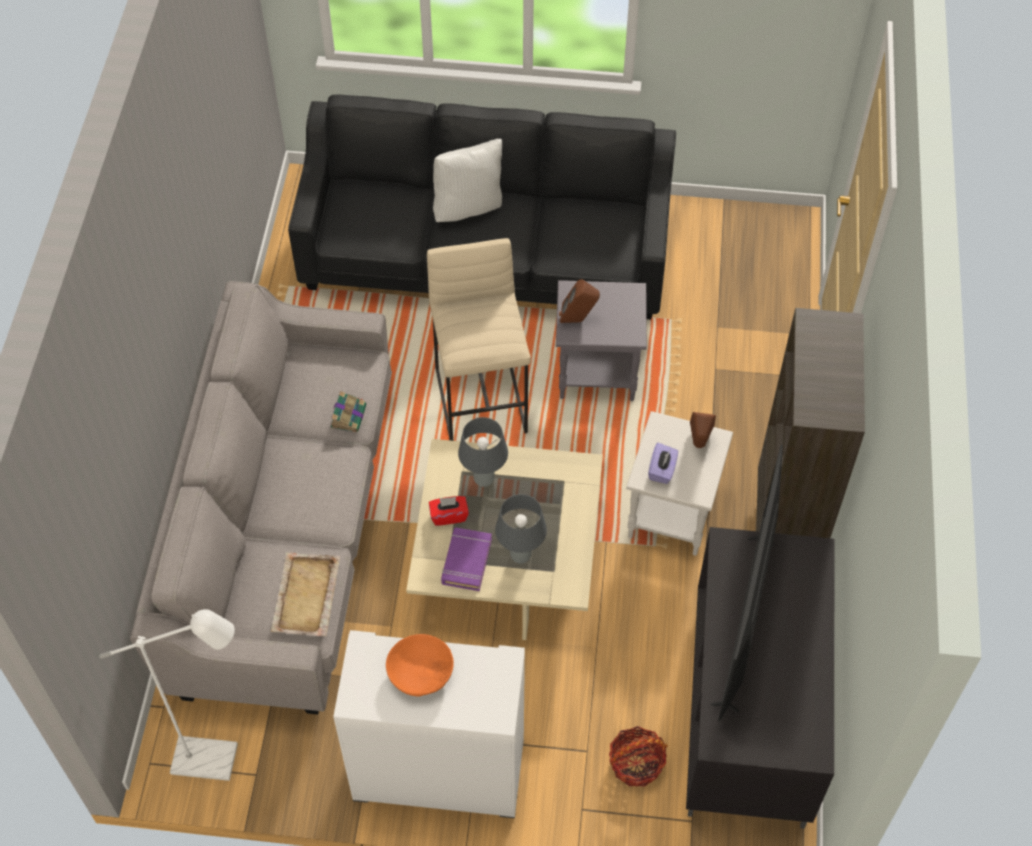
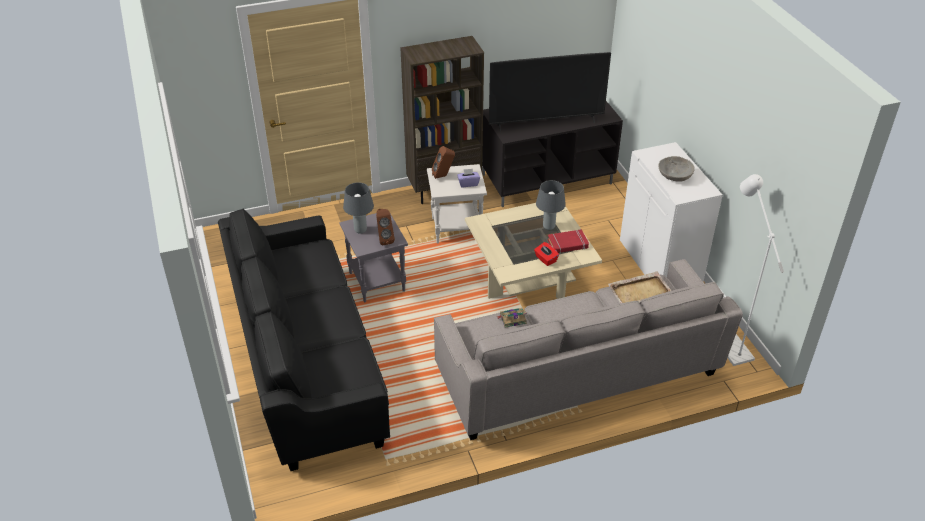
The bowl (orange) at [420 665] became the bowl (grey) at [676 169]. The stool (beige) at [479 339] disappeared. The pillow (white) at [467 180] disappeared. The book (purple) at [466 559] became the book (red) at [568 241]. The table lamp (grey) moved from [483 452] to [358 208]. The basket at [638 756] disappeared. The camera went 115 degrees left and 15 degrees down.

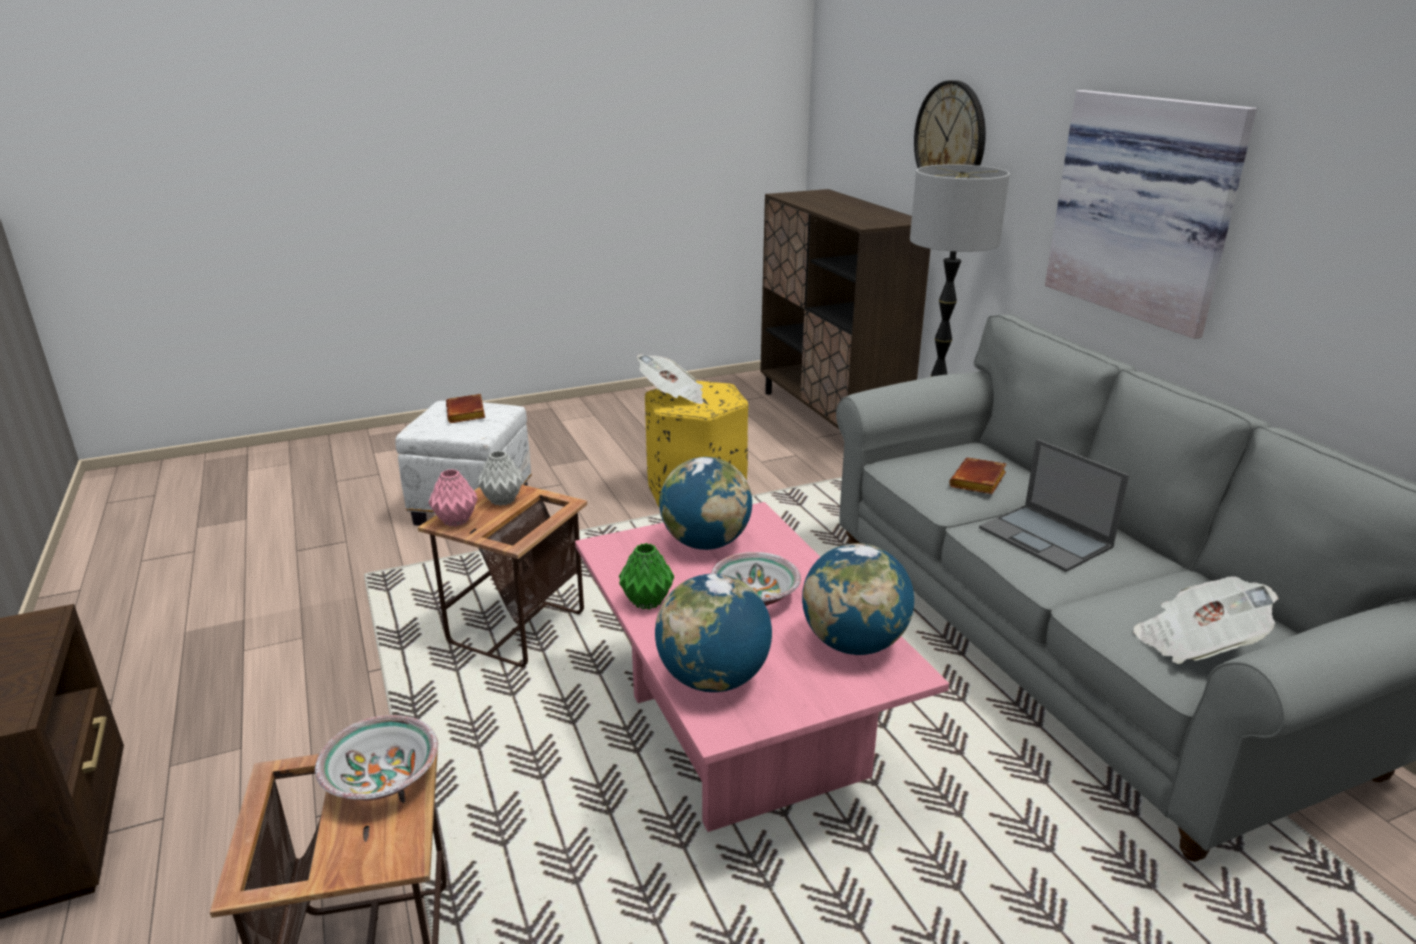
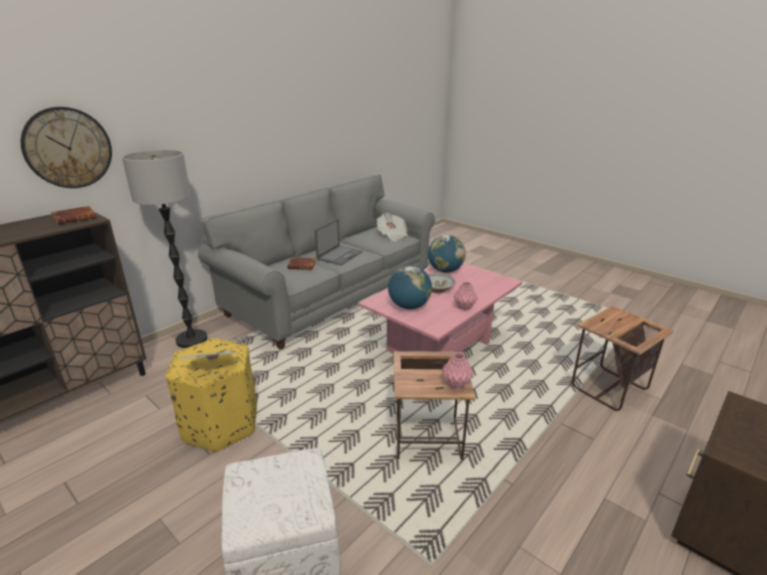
The bowl at [376 757] disappeared. The book (brown) moved from [465 408] to [73 215]. The vase (grey) at [500 478] disappeared. The vase (green) at [646 576] became the vase (pink) at [466 296]. The globe at [713 633] disappeared. The picture at [1151 214] disappeared. The camera went 115 degrees left and 0 degrees up.

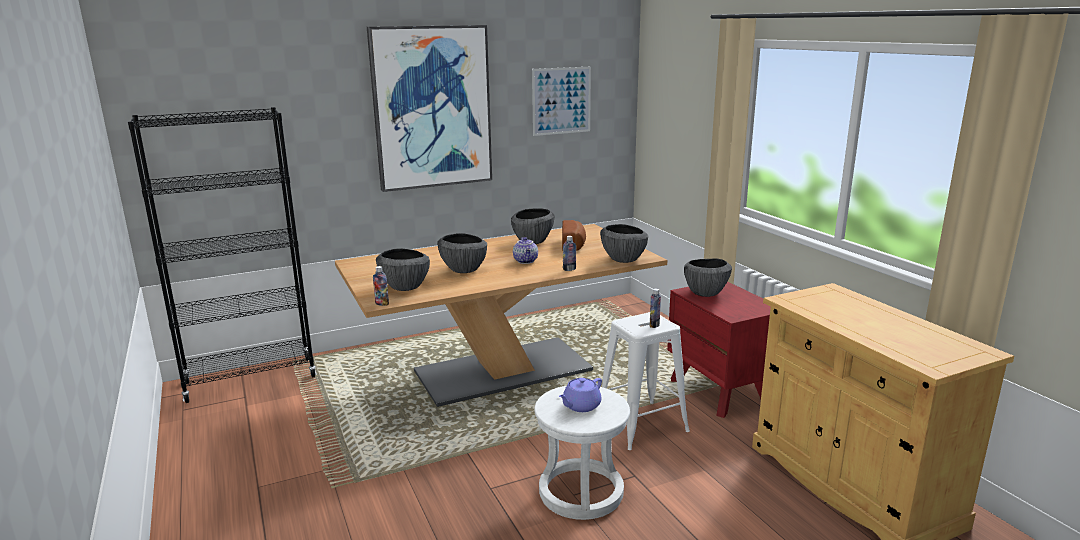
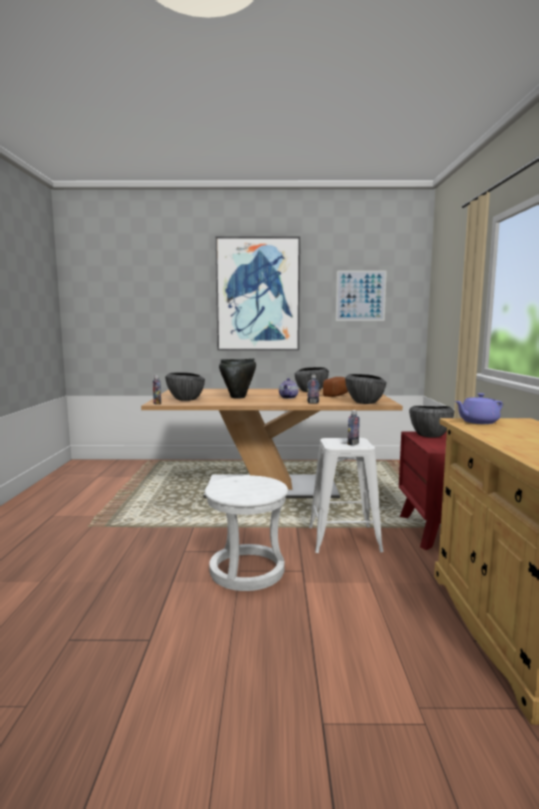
The bookcase (black) at [222 255] disappeared. The bowl at [462 253] was replaced by the cooking pot (black) at [237 378]. The teapot (purple) moved from [580 395] to [479 408]. The camera went 25 degrees right and 10 degrees down.

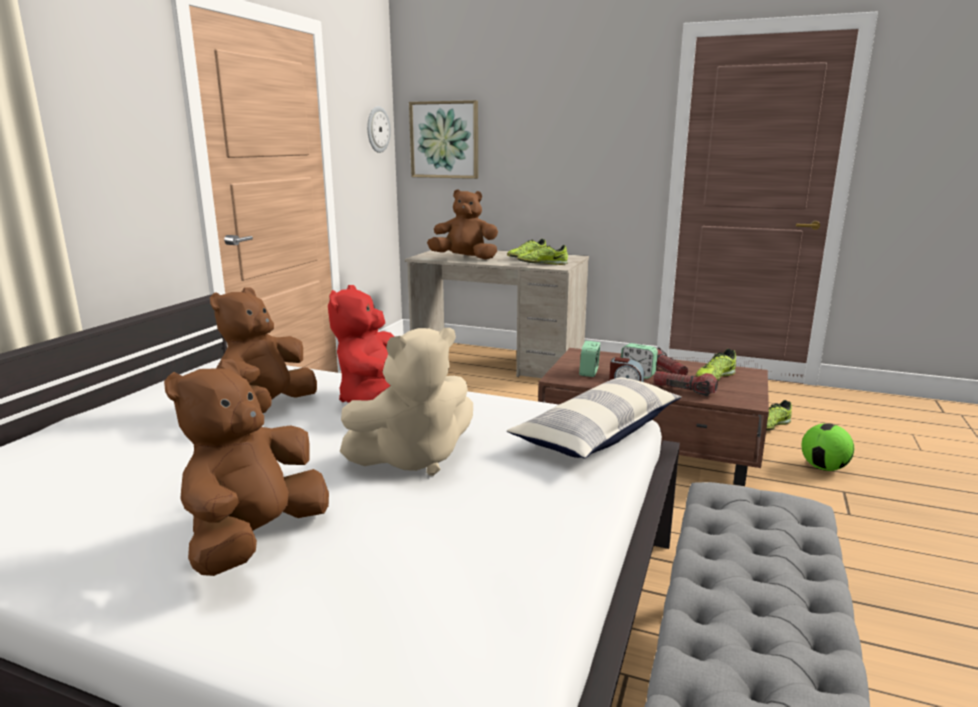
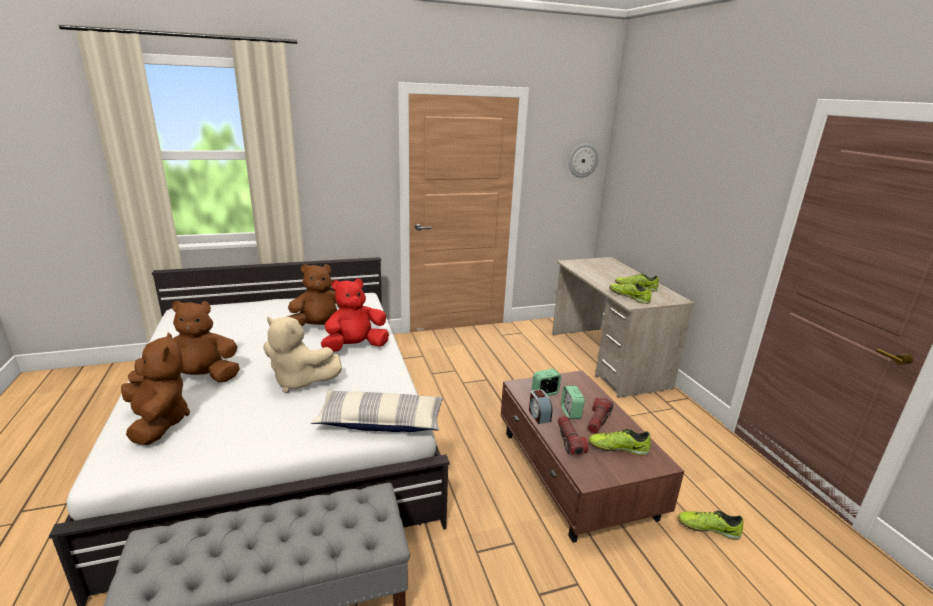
The picture at [443 139] disappeared. The plush toy (brown) moved from [462 224] to [155 388]. The football at [827 447] disappeared. The camera went 50 degrees right and 5 degrees up.

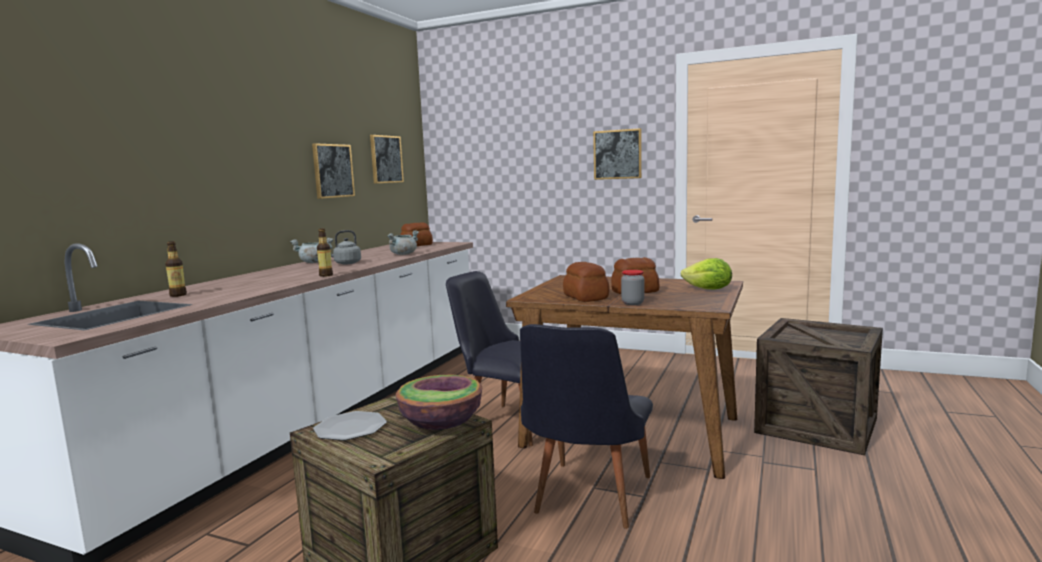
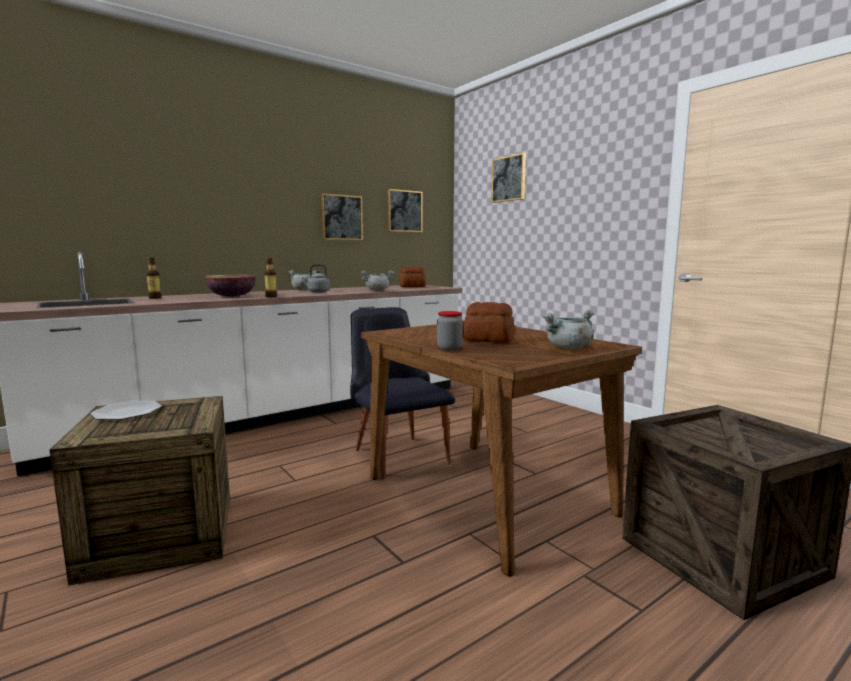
The bowl moved from [439 402] to [230 285]. The chair (black) at [586 426] disappeared. The bread at [586 282] disappeared. The picture moved from [617 154] to [508 178]. The lettuce at [706 273] was replaced by the cooking pot (grey) at [568 330]. The camera went 30 degrees right and 0 degrees up.

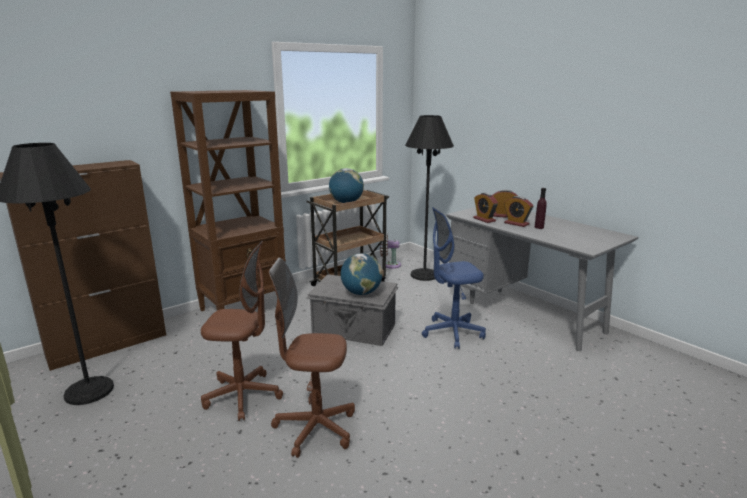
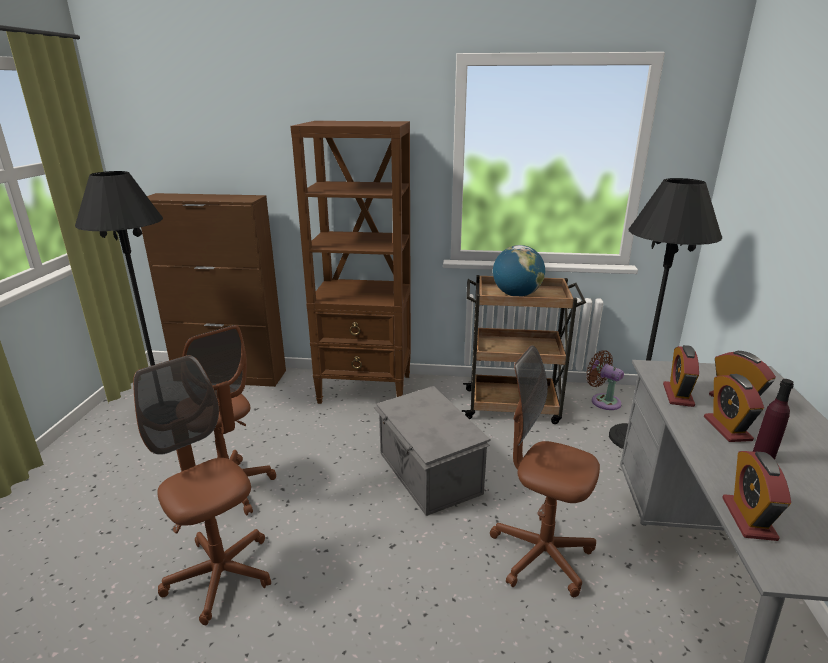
The globe at [361 274] disappeared. The office chair (blue) at [454 278] became the office chair (brown) at [545 471]. The alarm clock at [756 496] appeared. The camera went 45 degrees right and 5 degrees up.

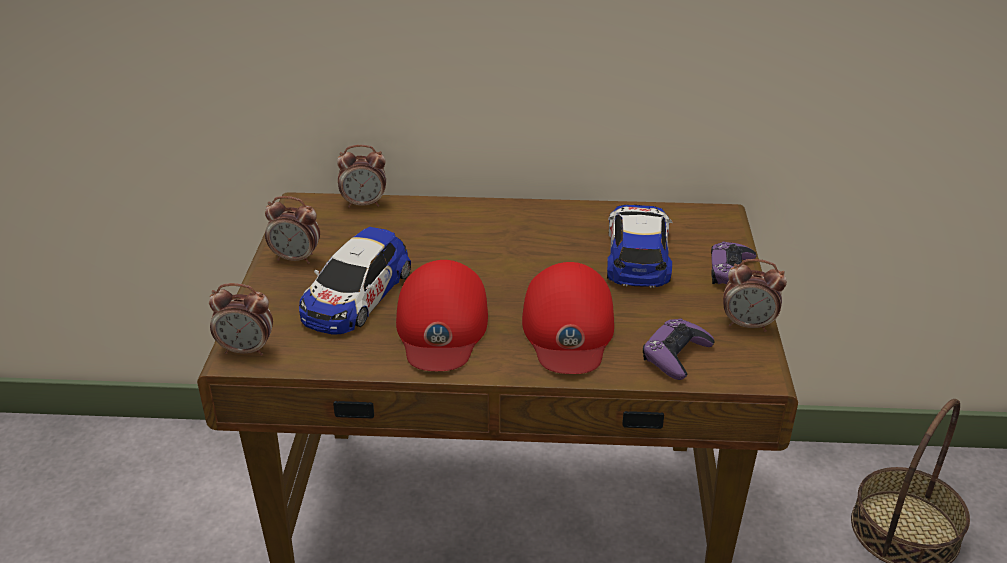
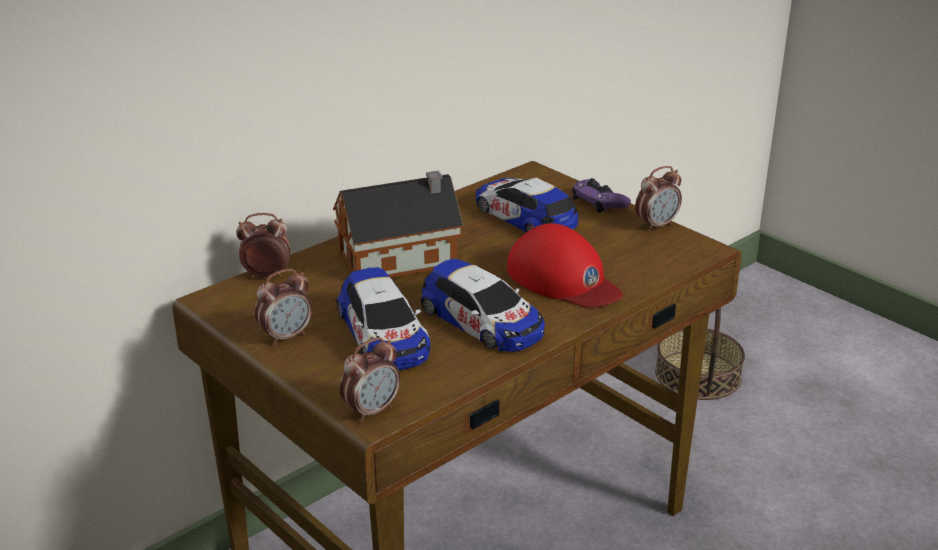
The alarm clock at [361 176] turned 135 degrees counterclockwise. The cap (red) at [442 315] was replaced by the toy car at [483 305]. The game controller (purple) at [679 349] disappeared. The toy house at [398 224] appeared. The camera went 45 degrees left and 5 degrees down.

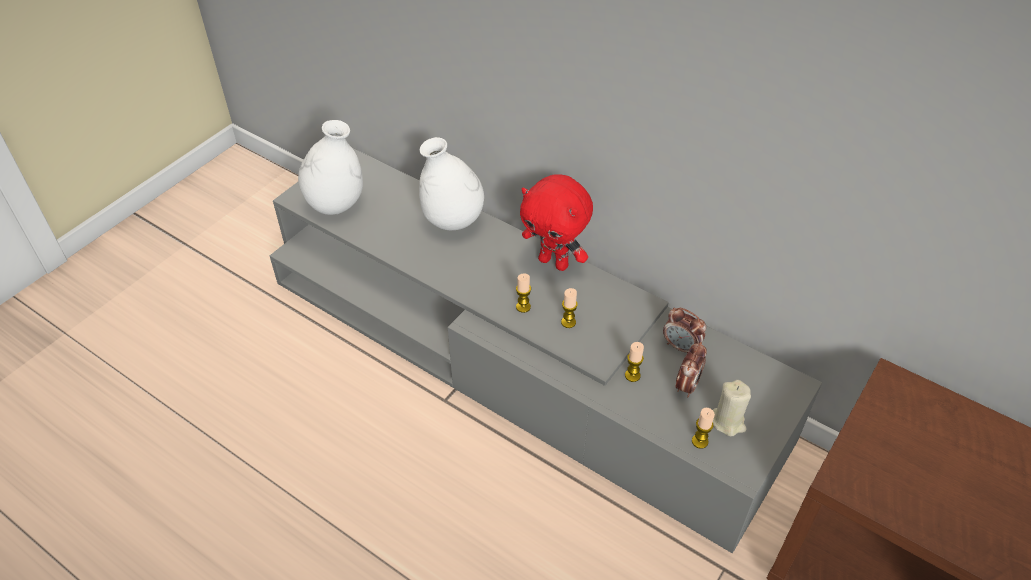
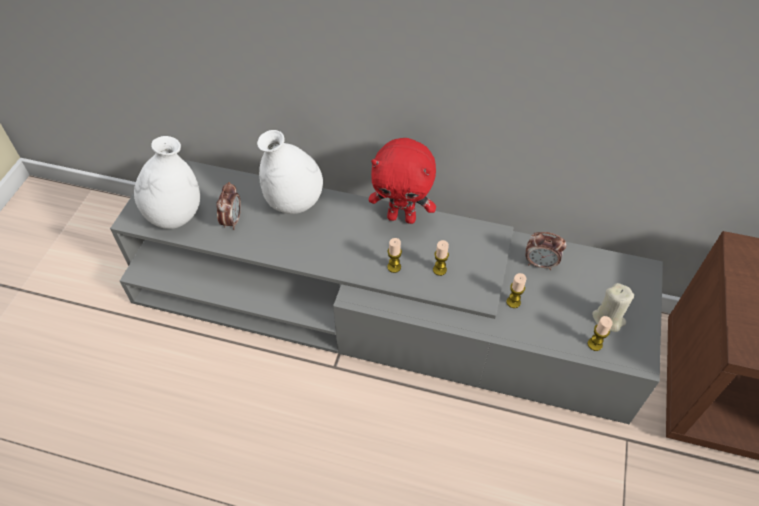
The alarm clock moved from [691 369] to [228 206]. The camera went 20 degrees left and 5 degrees up.

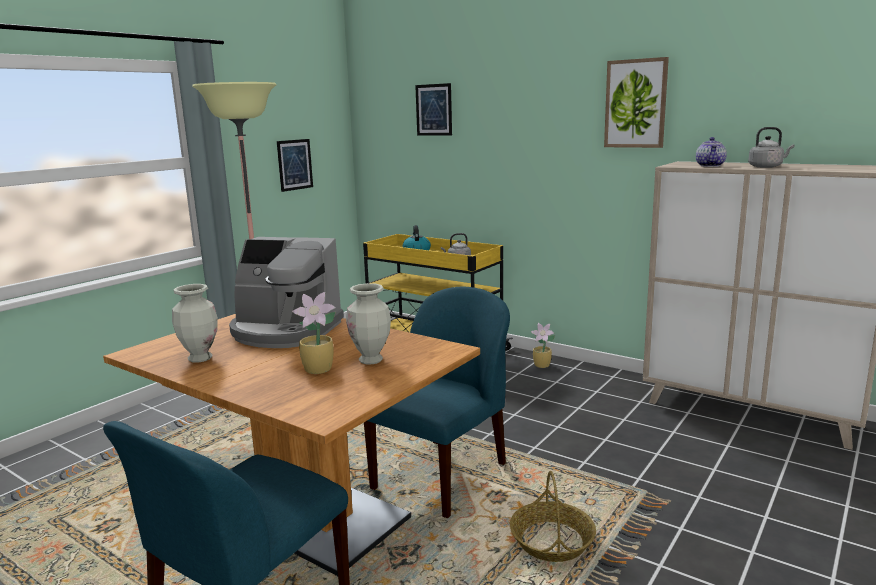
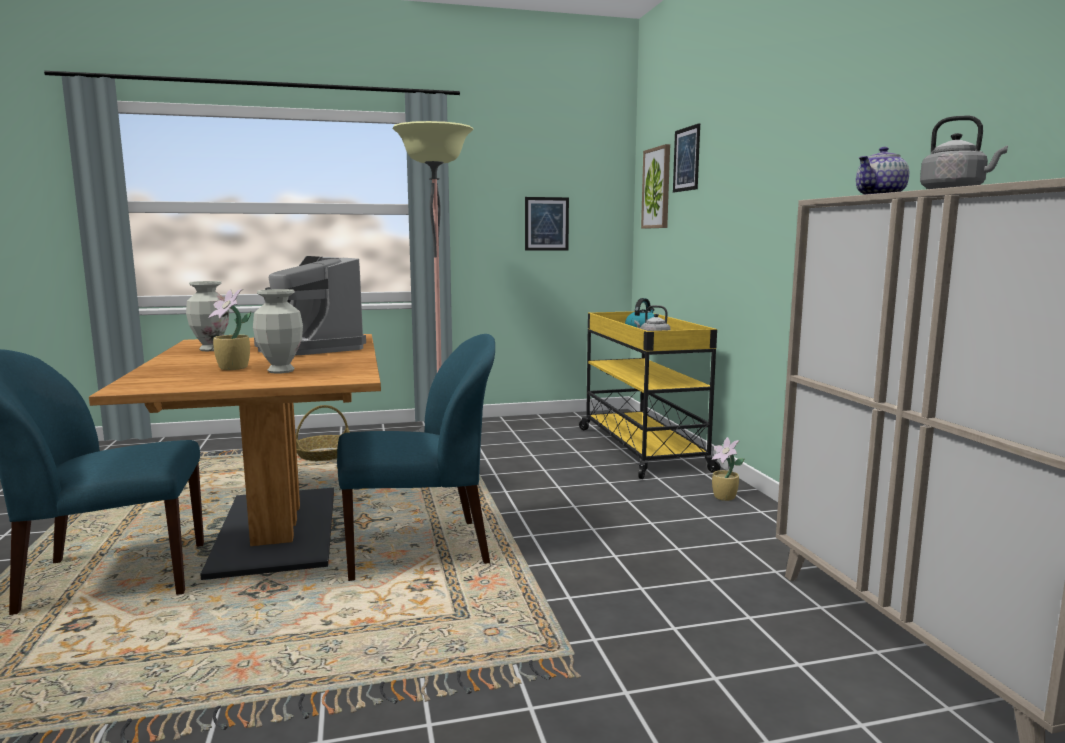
The basket moved from [553 516] to [323 433]. The picture moved from [636 102] to [655 186]. The camera went 40 degrees right and 5 degrees down.

